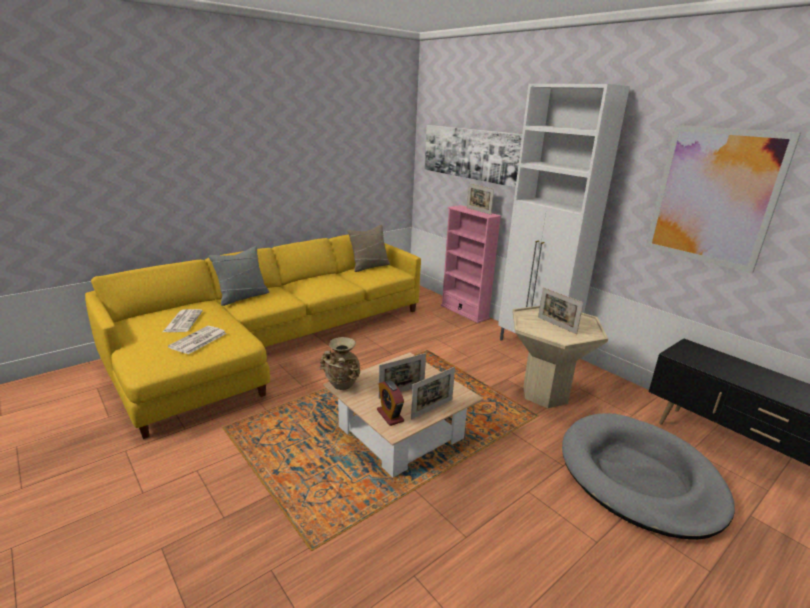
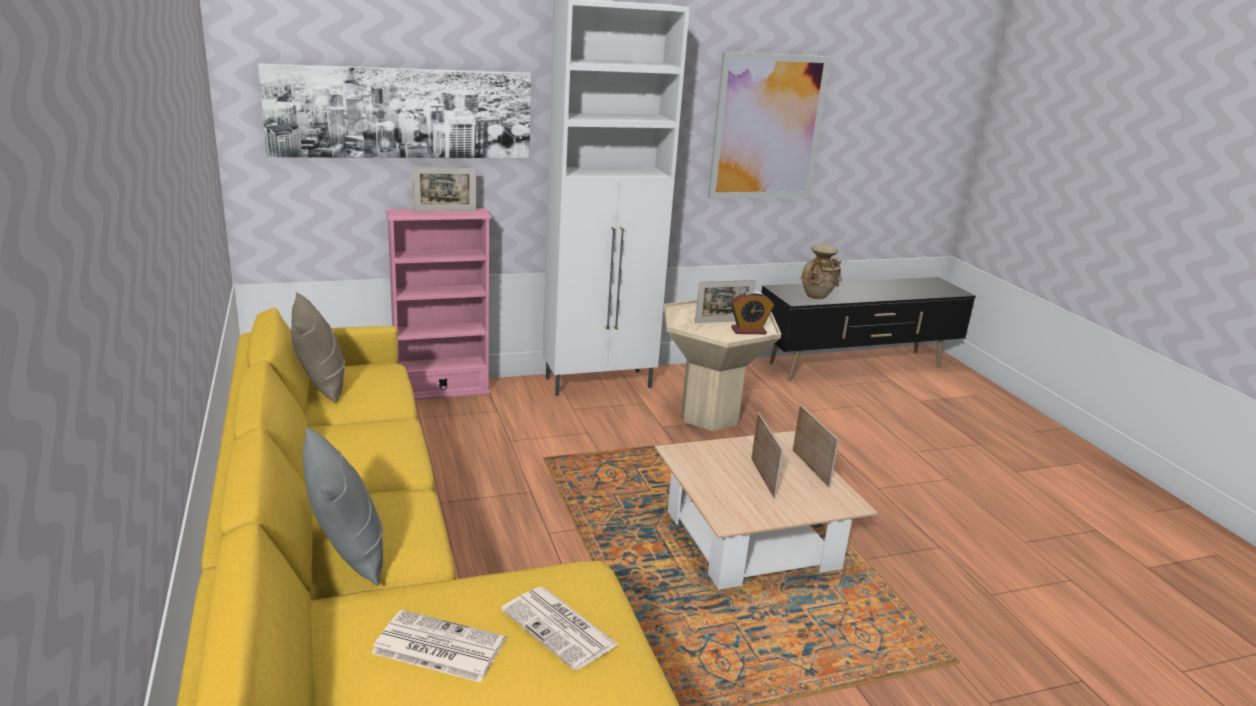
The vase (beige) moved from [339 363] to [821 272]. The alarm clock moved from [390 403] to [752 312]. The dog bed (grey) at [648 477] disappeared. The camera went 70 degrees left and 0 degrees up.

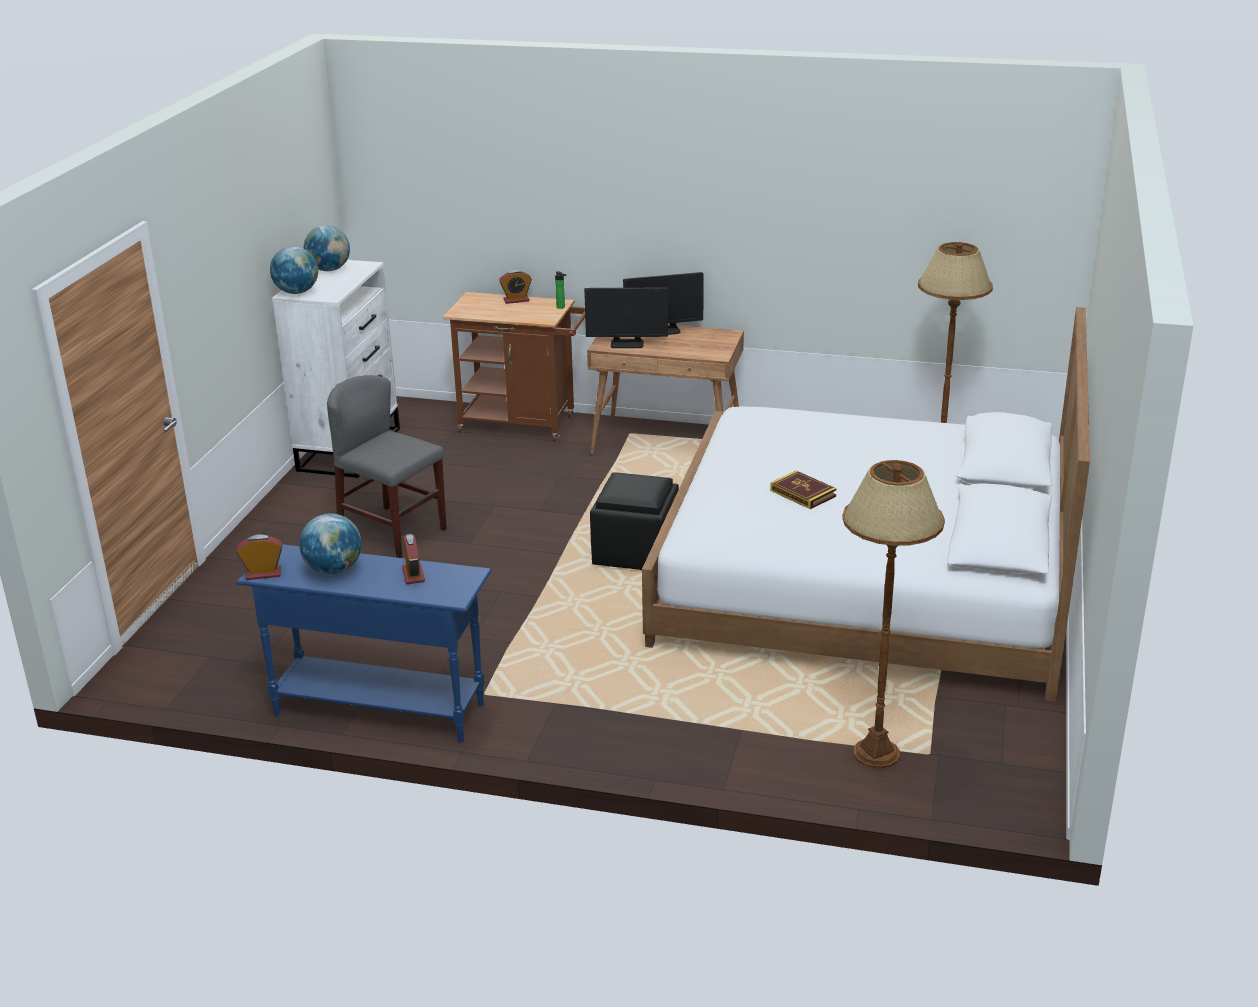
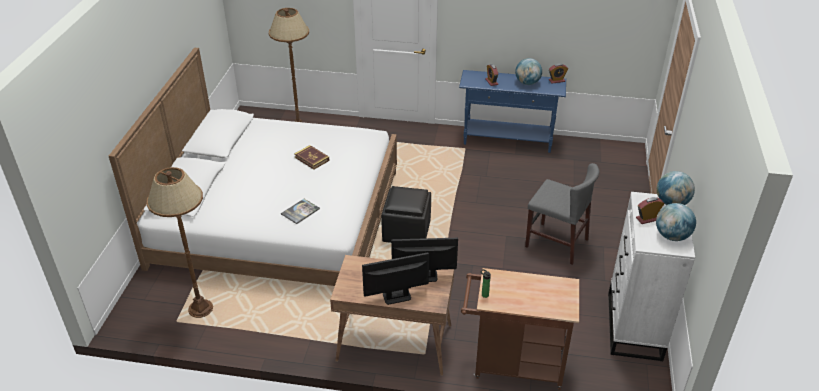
The alarm clock moved from [515 287] to [650 210]. The book at [300 211] appeared. The camera went 175 degrees right and 10 degrees up.

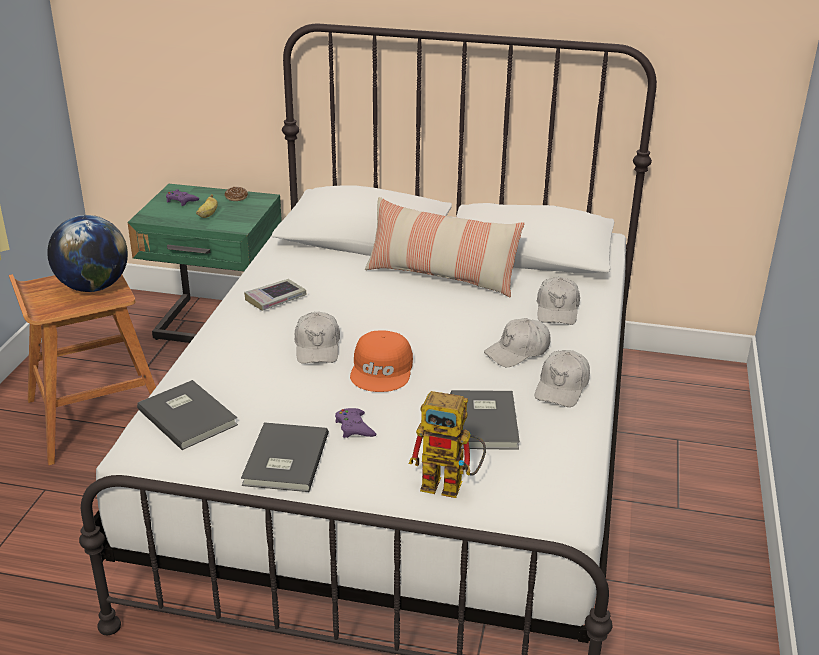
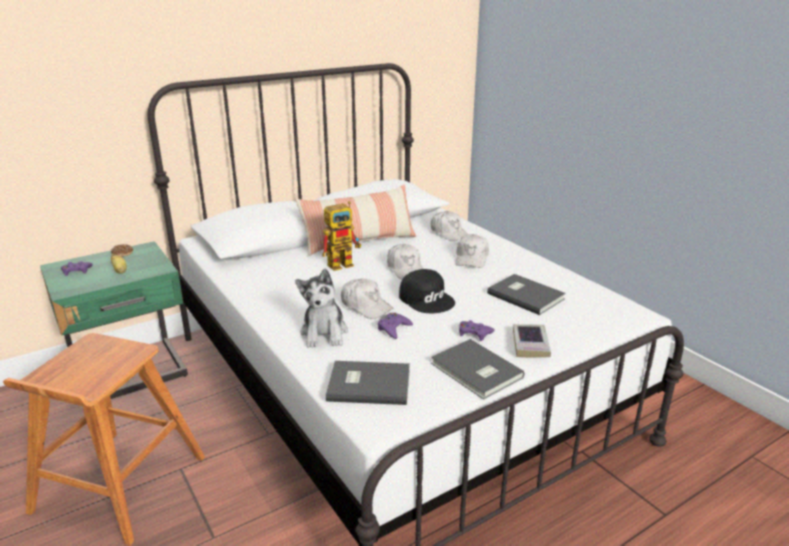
The globe at [87 253] disappeared. The book moved from [275 295] to [532 341]. The cap (orange) at [381 361] became the cap (black) at [427 291]. The toy robot moved from [447 444] to [341 236]. The cap (white) moved from [562 378] to [405 262]. The plush toy at [321 308] appeared. The game controller (purple) at [395 326] appeared. The camera went 45 degrees left and 5 degrees down.

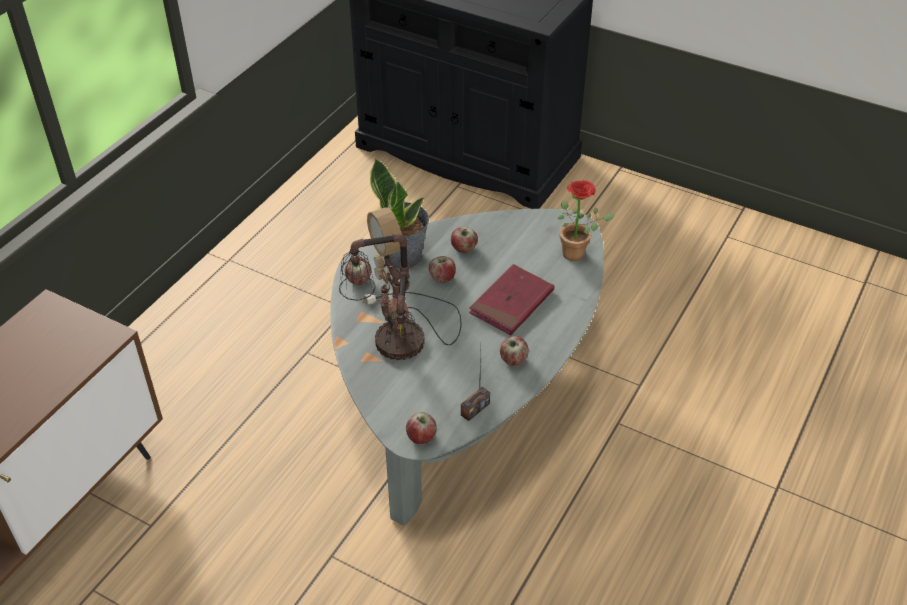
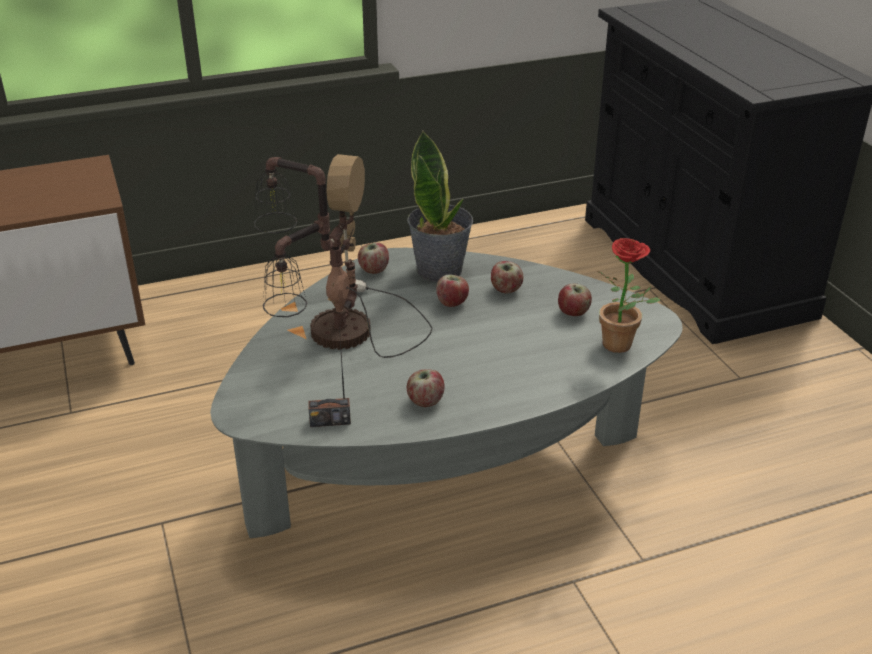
The apple moved from [421 428] to [575 300]. The book (red) at [511 299] disappeared. The camera went 40 degrees right and 10 degrees down.

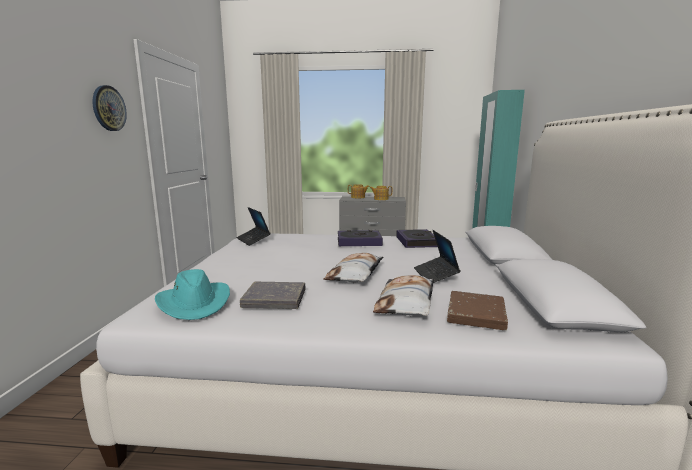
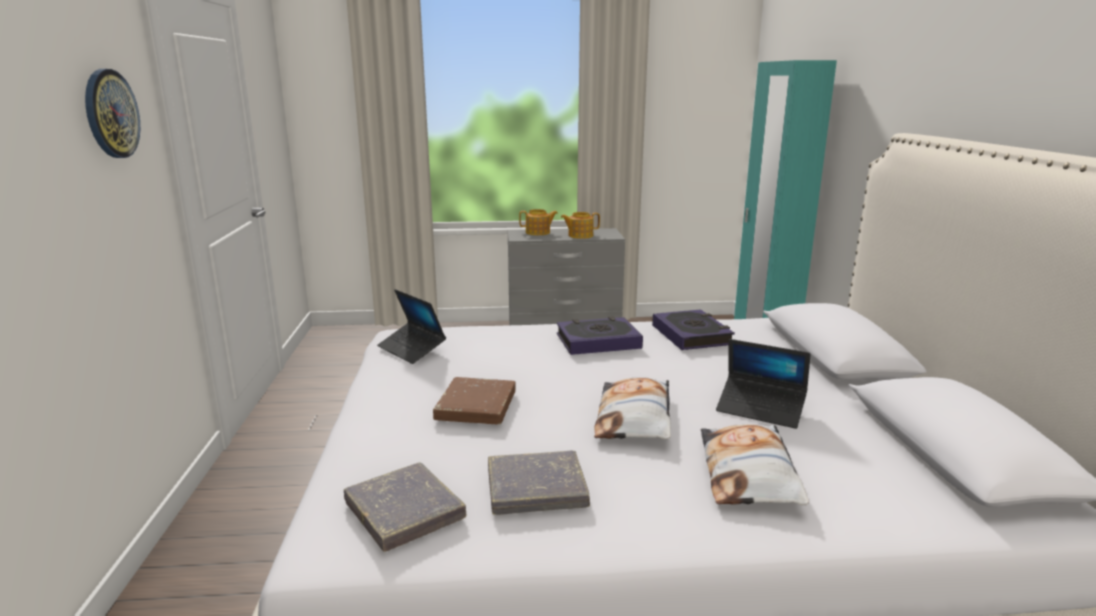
The hat (turquoise) at [192 294] was replaced by the book (grey) at [405 507]. The laptop at [437 256] turned 45 degrees counterclockwise. The book (brown) moved from [477 310] to [474 400]. The camera went 10 degrees left and 5 degrees up.

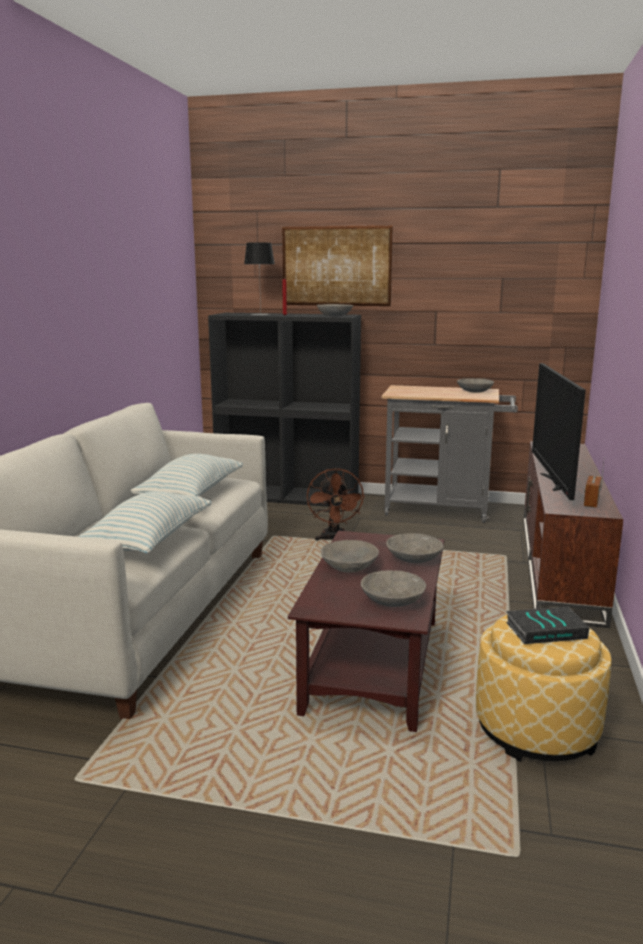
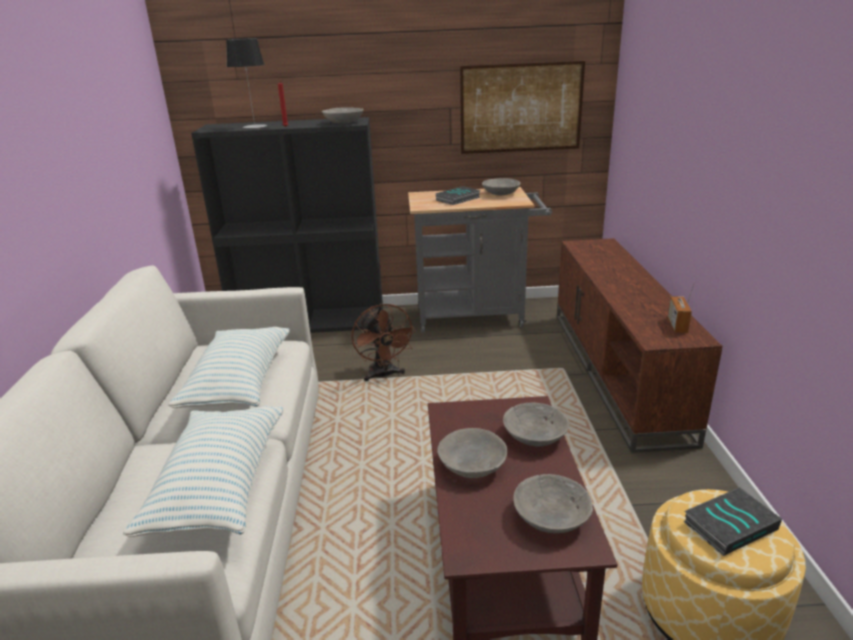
The picture moved from [337 266] to [522 107]. The television at [559 431] disappeared. The book at [458 195] appeared. The camera went 15 degrees left and 10 degrees up.

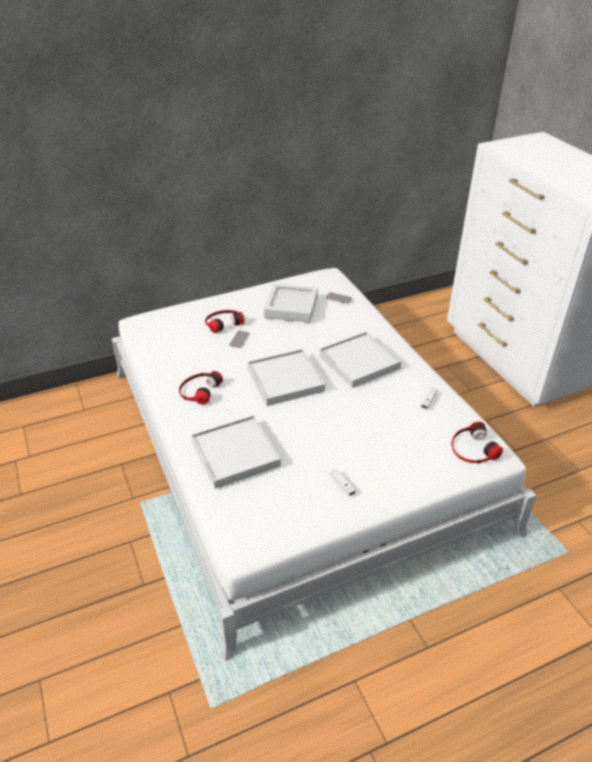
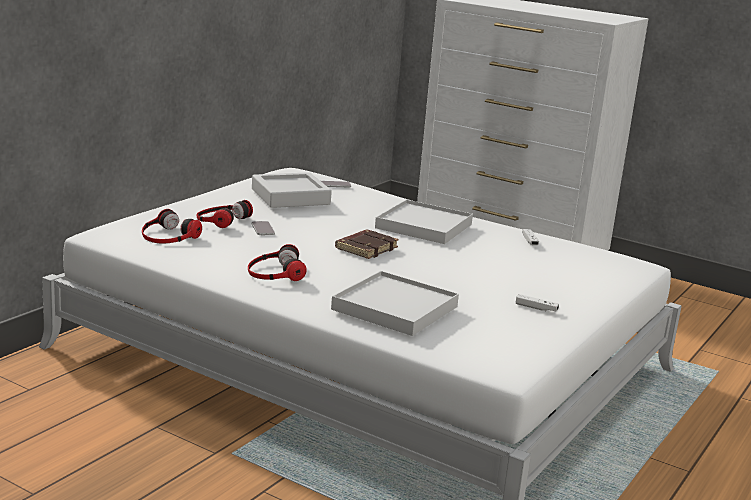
The tray (white) at [286 377] was replaced by the book (brown) at [367 244]. The headphones moved from [477 442] to [172 226]. The camera went 35 degrees left and 20 degrees down.

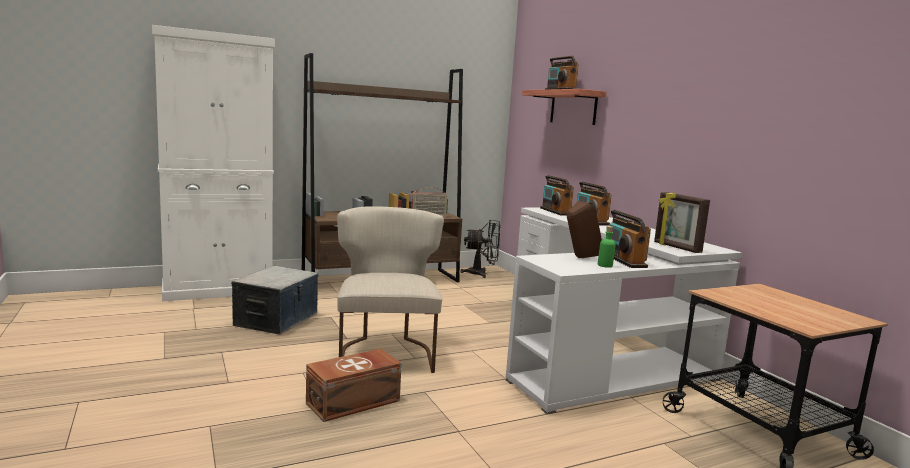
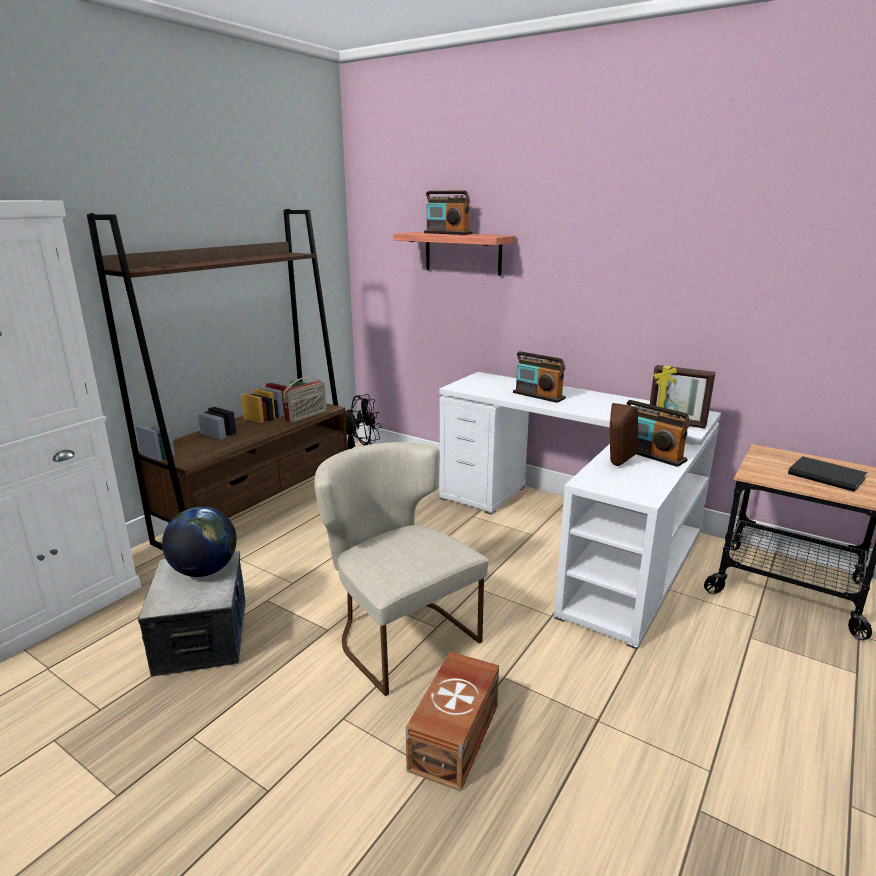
The radio at [557 195] disappeared. The bottle (green) at [607 247] disappeared. The globe at [199 542] appeared. The book (black) at [827 474] appeared. The camera went 30 degrees left and 10 degrees up.

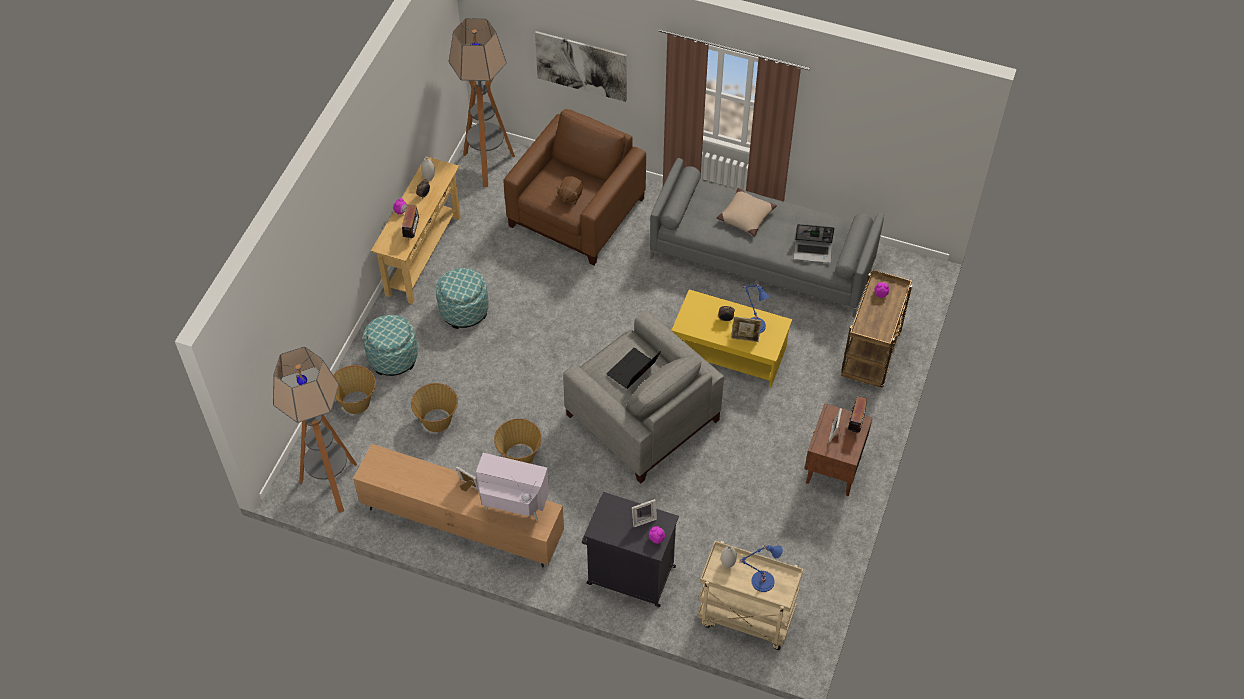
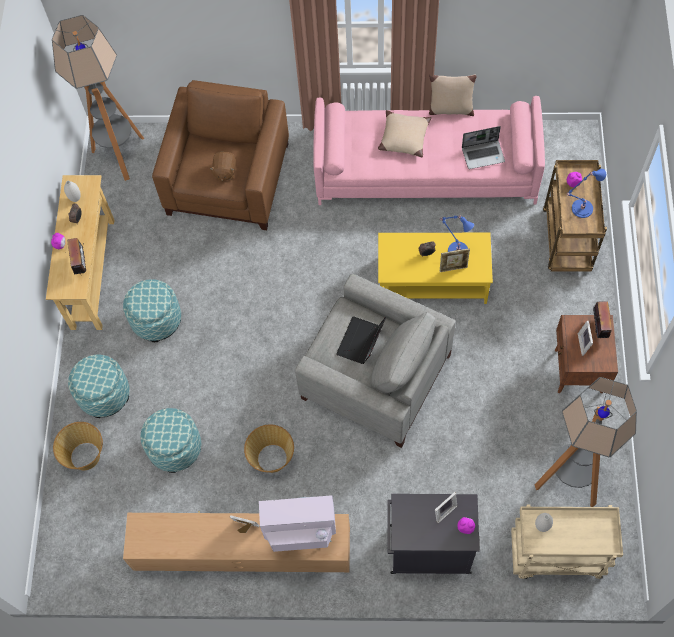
The floor lamp moved from [315 430] to [586 442]. The basket at [434 407] was replaced by the ottoman at [171 440]. The picture at [581 66] disappeared. The sofa (grey) at [767 237] became the sofa (pink) at [429 150]. The table lamp (blue) moved from [761 568] to [586 193]. The pillow (beige) at [453 95] appeared. The camera went 15 degrees left and 10 degrees up.

